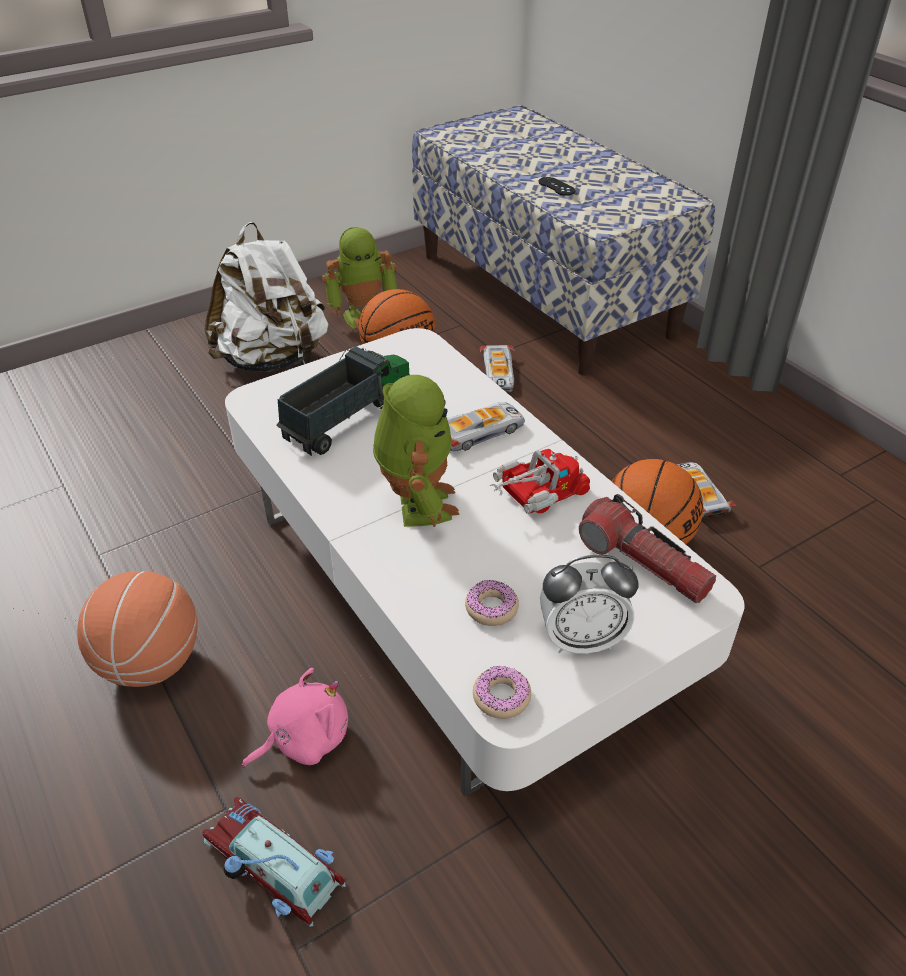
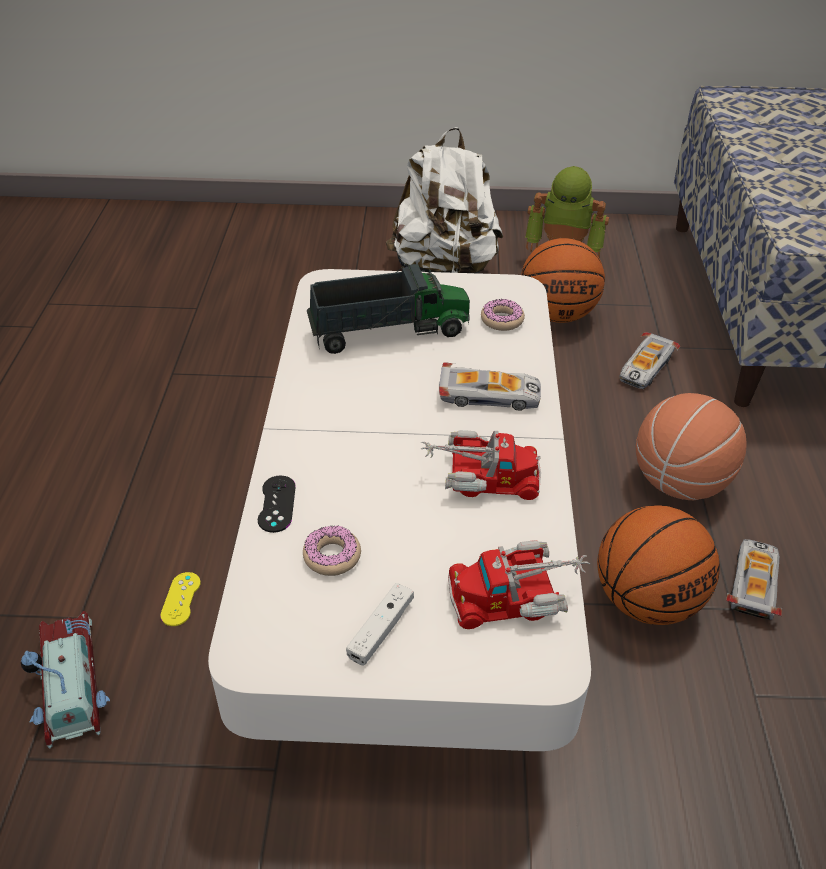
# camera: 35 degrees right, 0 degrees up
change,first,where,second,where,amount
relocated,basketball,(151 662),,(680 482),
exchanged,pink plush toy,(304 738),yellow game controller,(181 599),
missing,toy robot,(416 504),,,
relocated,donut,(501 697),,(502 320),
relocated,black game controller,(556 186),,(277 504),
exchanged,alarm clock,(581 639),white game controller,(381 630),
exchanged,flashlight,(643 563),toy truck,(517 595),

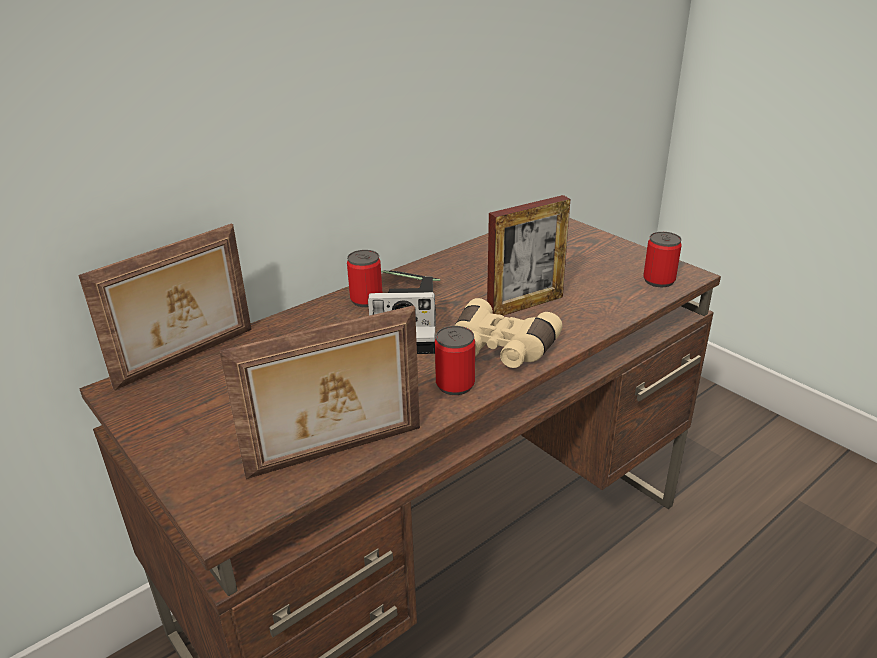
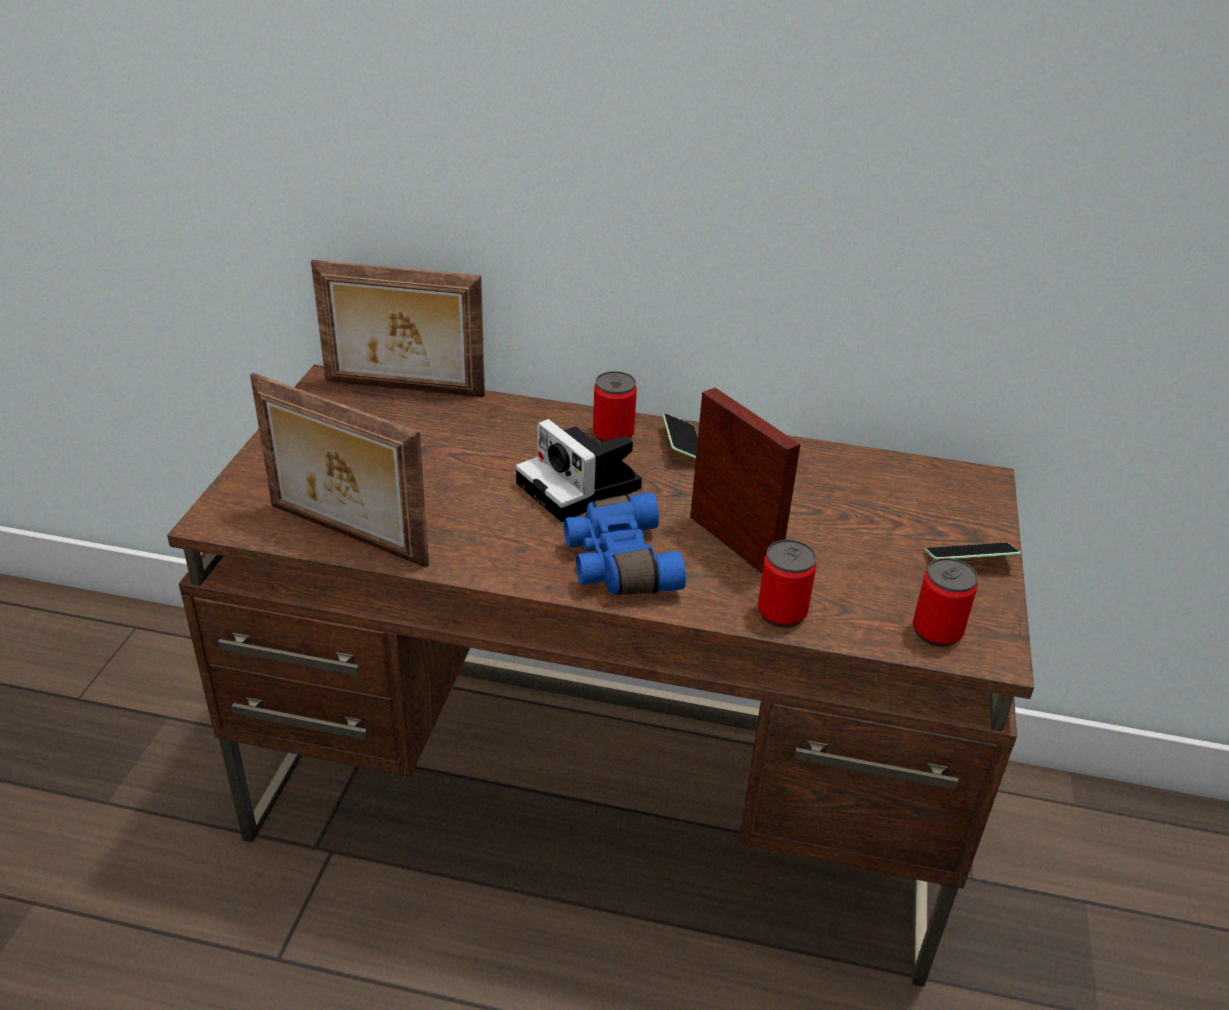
# camera: 50 degrees right, 5 degrees up
change,first,where,second,where,amount
relocated,can,(455 385),,(782 612),
colour,beige binoculars,(500 349),blue binoculars,(618 563),
spun,picture frame,(525 305),,(733 544),150 degrees counterclockwise
appeared,,,phone,(969 561),

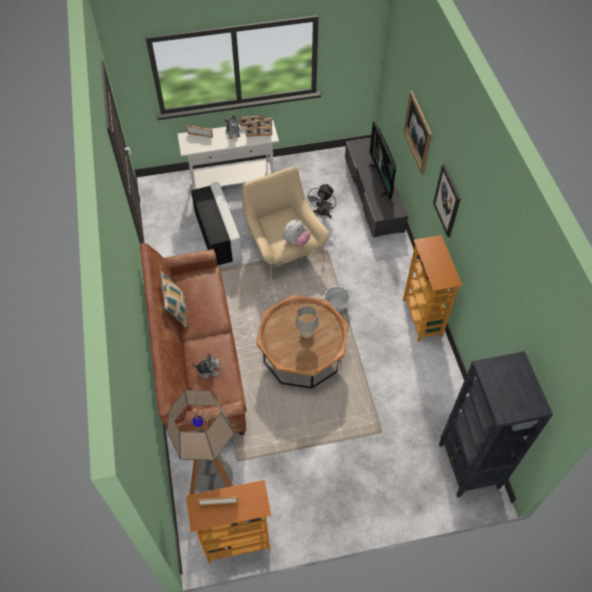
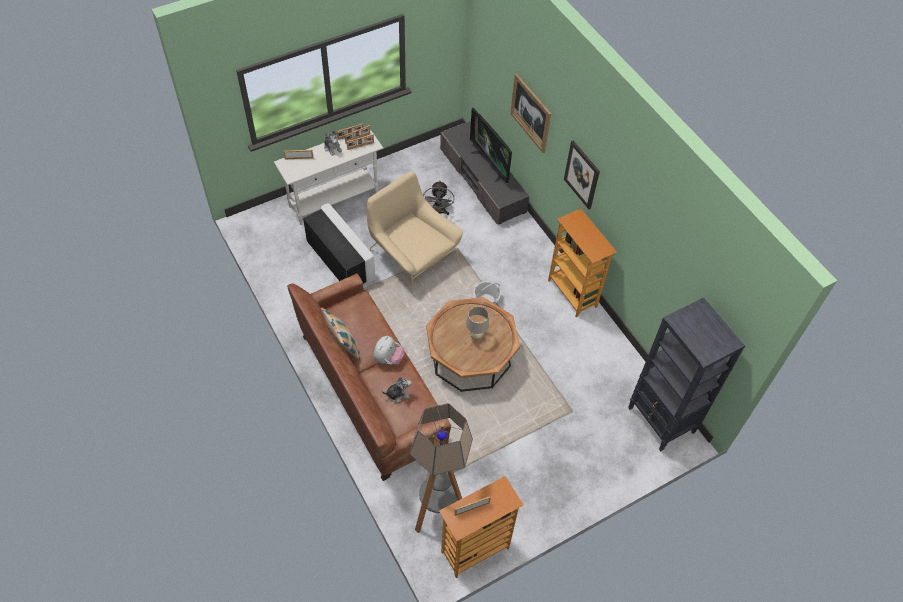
# camera: 20 degrees left, 0 degrees up
change,first,where,second,where,amount
relocated,plush toy,(296 241),,(388 359),

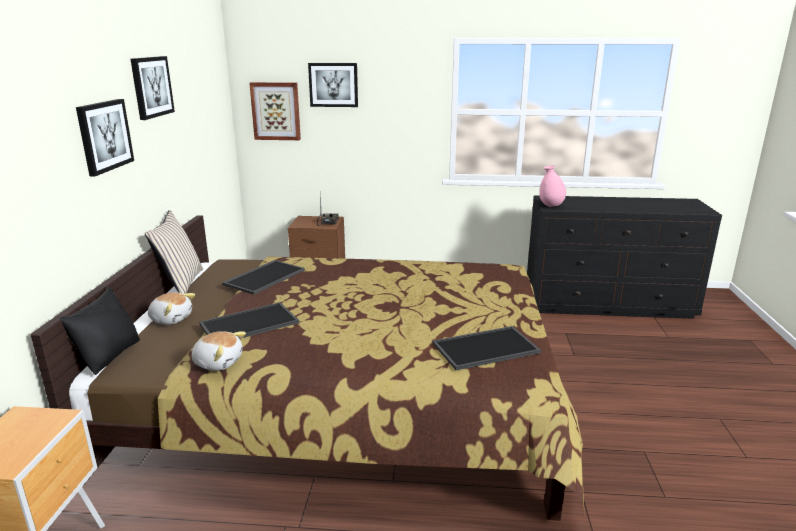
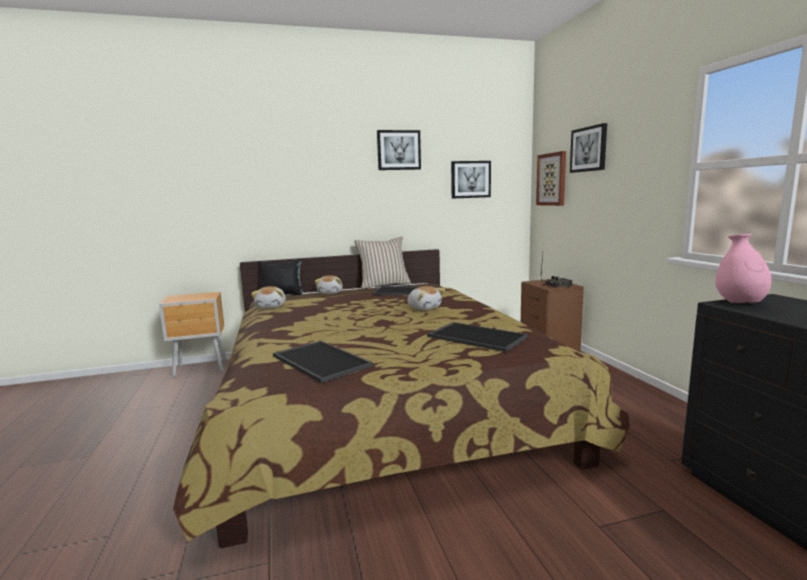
# camera: 70 degrees right, 10 degrees down
change,first,where,second,where,amount
relocated,picture,(104 136),,(470 179),
relocated,tray,(249 324),,(475 337),
appeared,,,plush toy,(424 308),

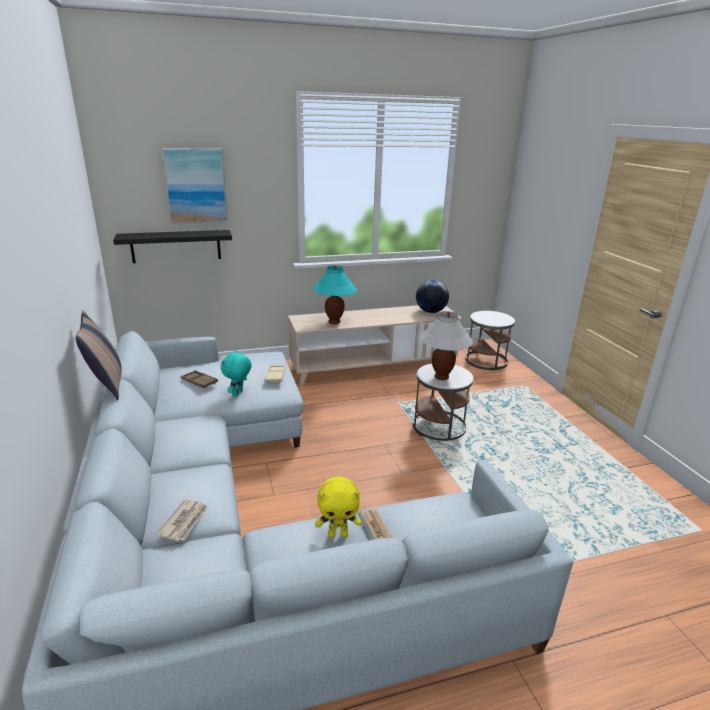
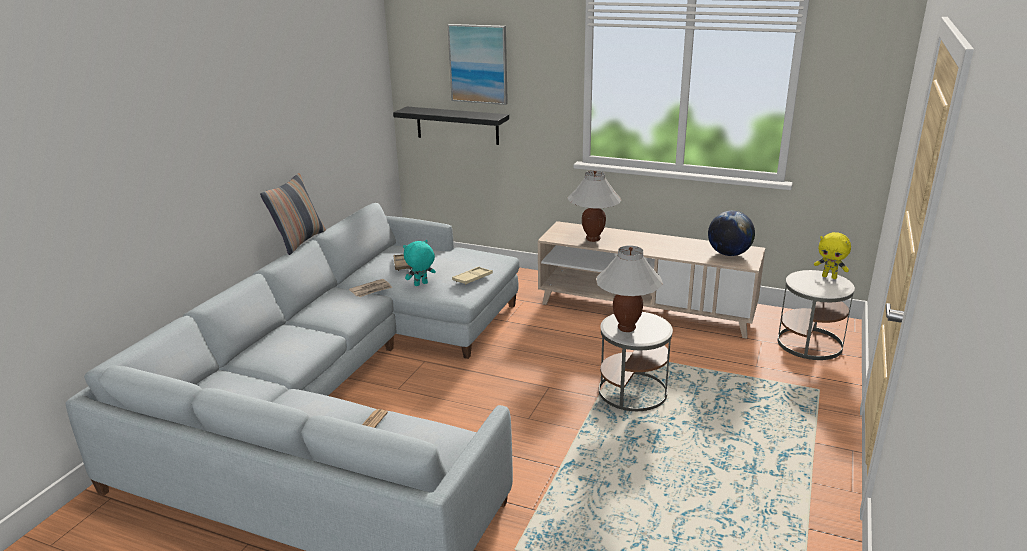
# camera: 40 degrees right, 0 degrees up
change,first,where,second,where,amount
relocated,newspaper,(184 522),,(371 290),
colour,turquoise table lamp,(334 322),white table lamp,(593 239),
relocated,yellow plush toy,(338 534),,(829 277),

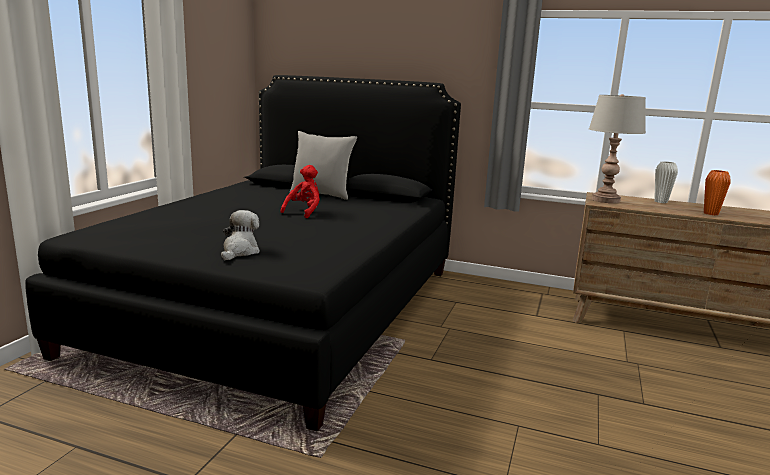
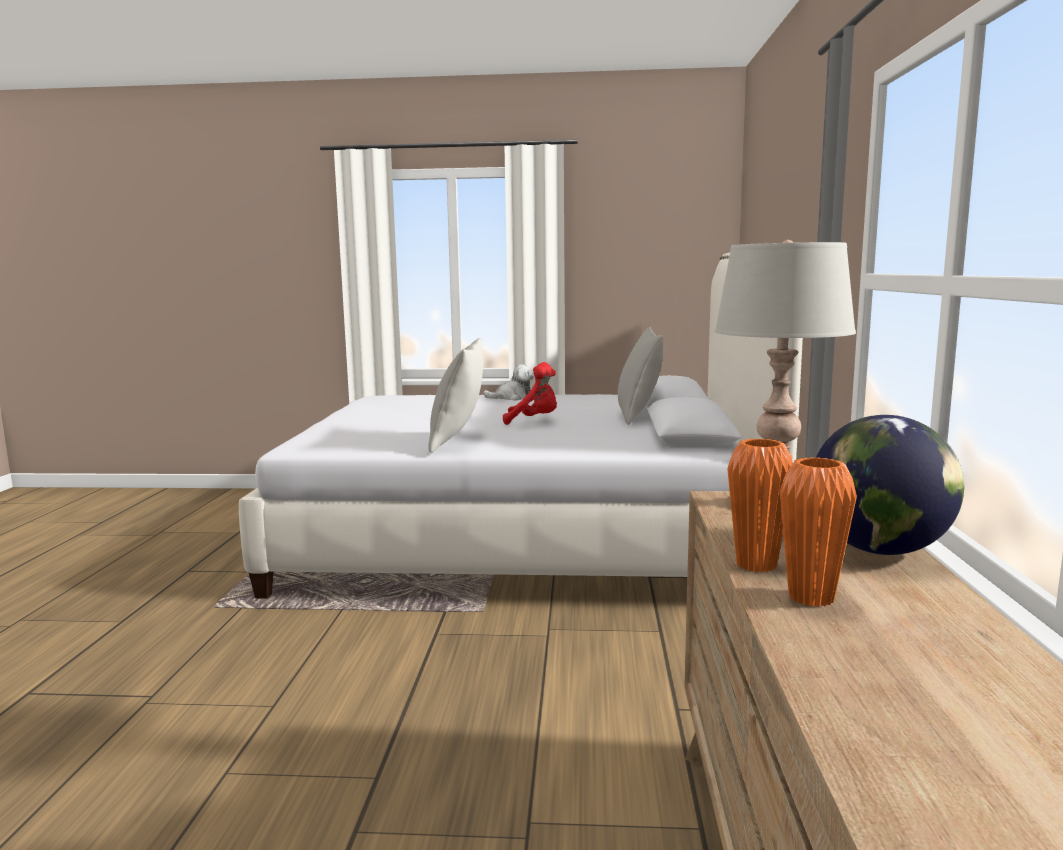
# camera: 75 degrees right, 5 degrees down
change,first,where,second,where,amount
colour,black bed,(284 307),white bed,(528 539),
relocated,plush toy,(240 252),,(512 398),
exchanged,white vase,(660 201),globe,(880 550),
appeared,,,grey pillow,(458 442),
appeared,,,orange vase,(756 565),

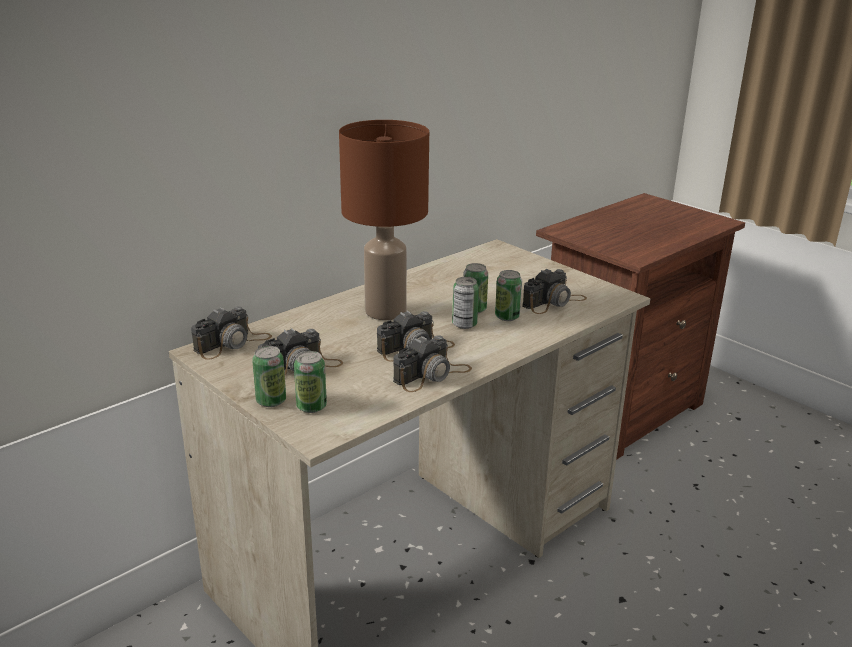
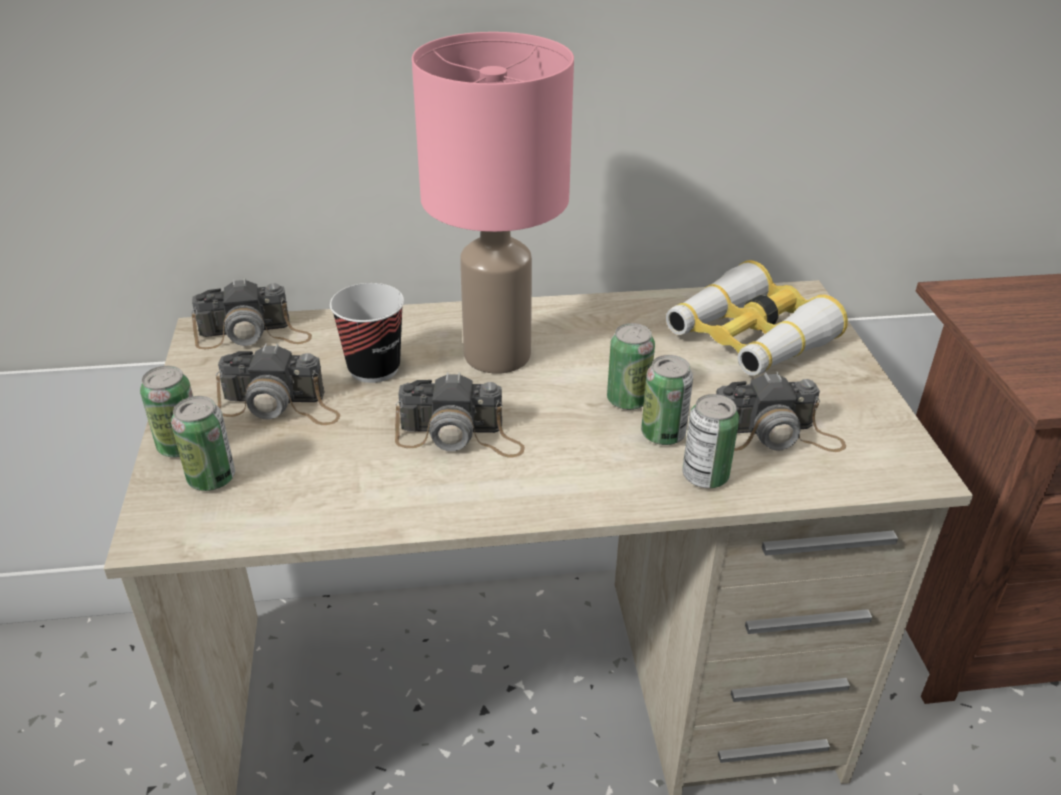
# camera: 35 degrees right, 10 degrees up
change,first,where,second,where,amount
colour,brown table lamp,(384 312),pink table lamp,(495 355),
missing,photo camera,(432 375),,,
relocated,can,(464 324),,(705 476),
appeared,,,cup,(374 368),
appeared,,,binoculars,(749 338),

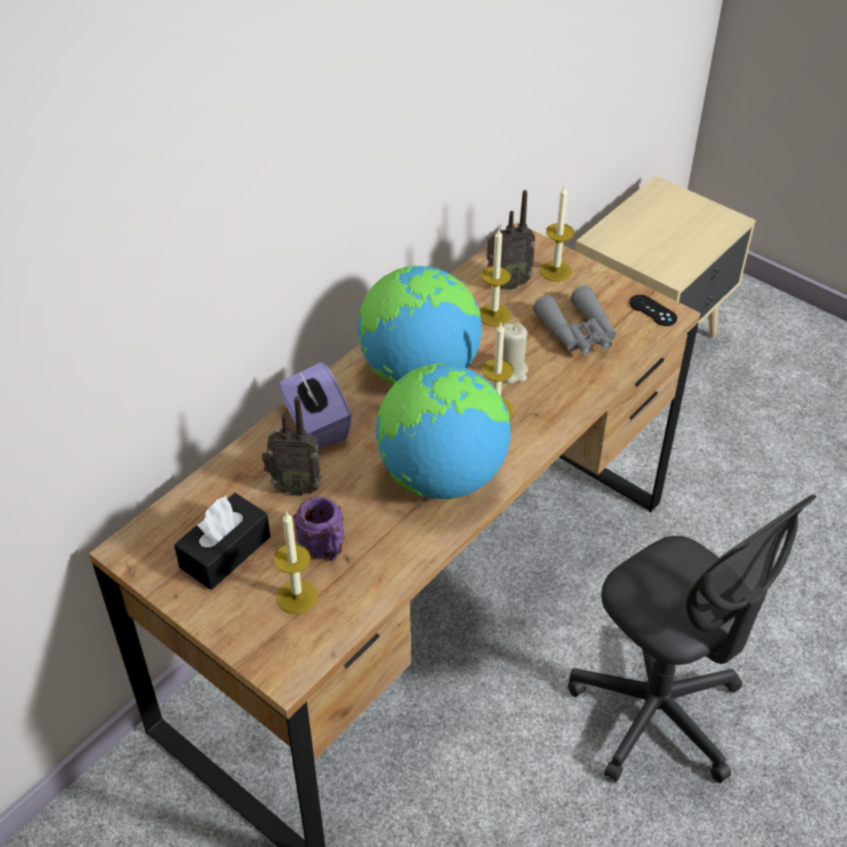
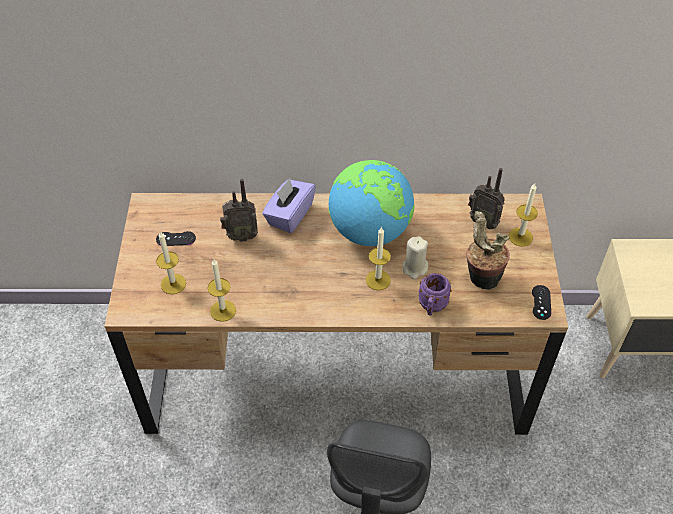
# camera: 50 degrees right, 5 degrees up
change,first,where,second,where,amount
exchanged,black tissue box,(225 552),black game controller,(176 239),
spun,radio,(295 486),,(241 236),60 degrees counterclockwise
relocated,purple mug,(325 549),,(431 307),
missing,globe,(441 476),,,
relocated,candle,(494 315),,(223 310),
exchanged,grey binoculars,(578 332),potted plant,(480 279),

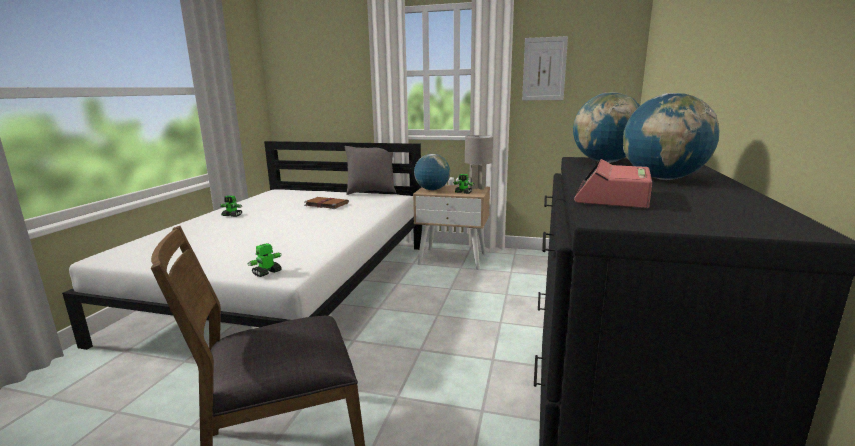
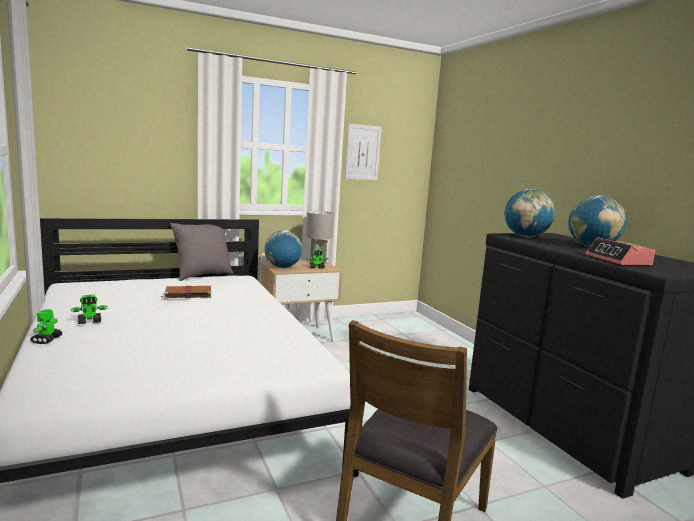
# camera: 40 degrees left, 5 degrees down
change,first,where,second,where,amount
relocated,toy robot,(266 273),,(46 340),

